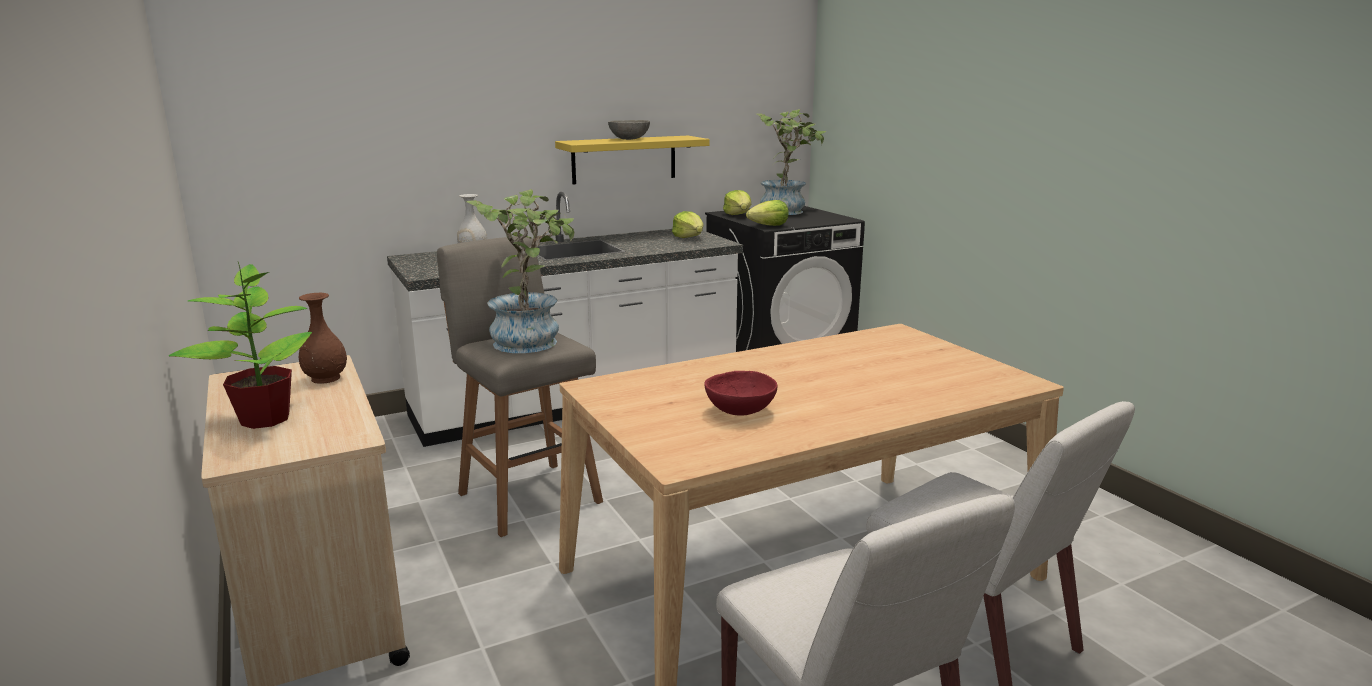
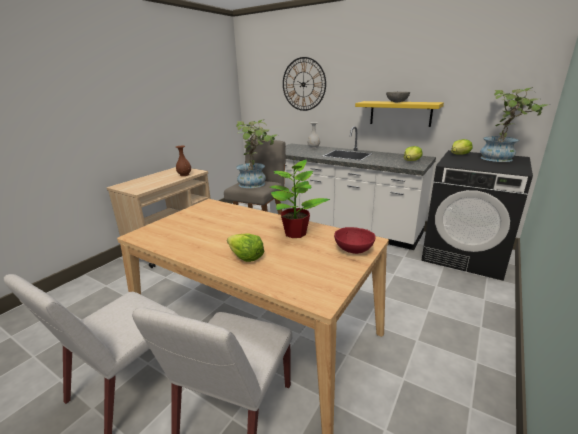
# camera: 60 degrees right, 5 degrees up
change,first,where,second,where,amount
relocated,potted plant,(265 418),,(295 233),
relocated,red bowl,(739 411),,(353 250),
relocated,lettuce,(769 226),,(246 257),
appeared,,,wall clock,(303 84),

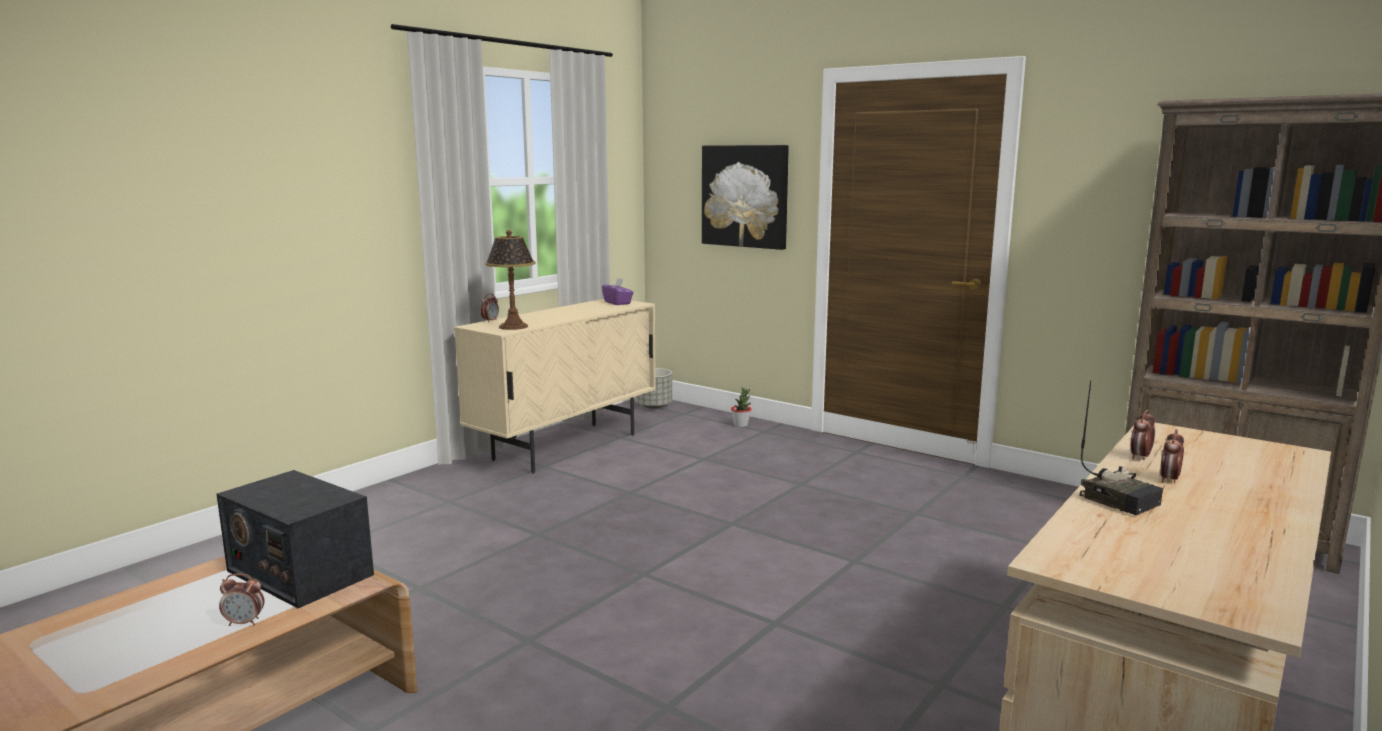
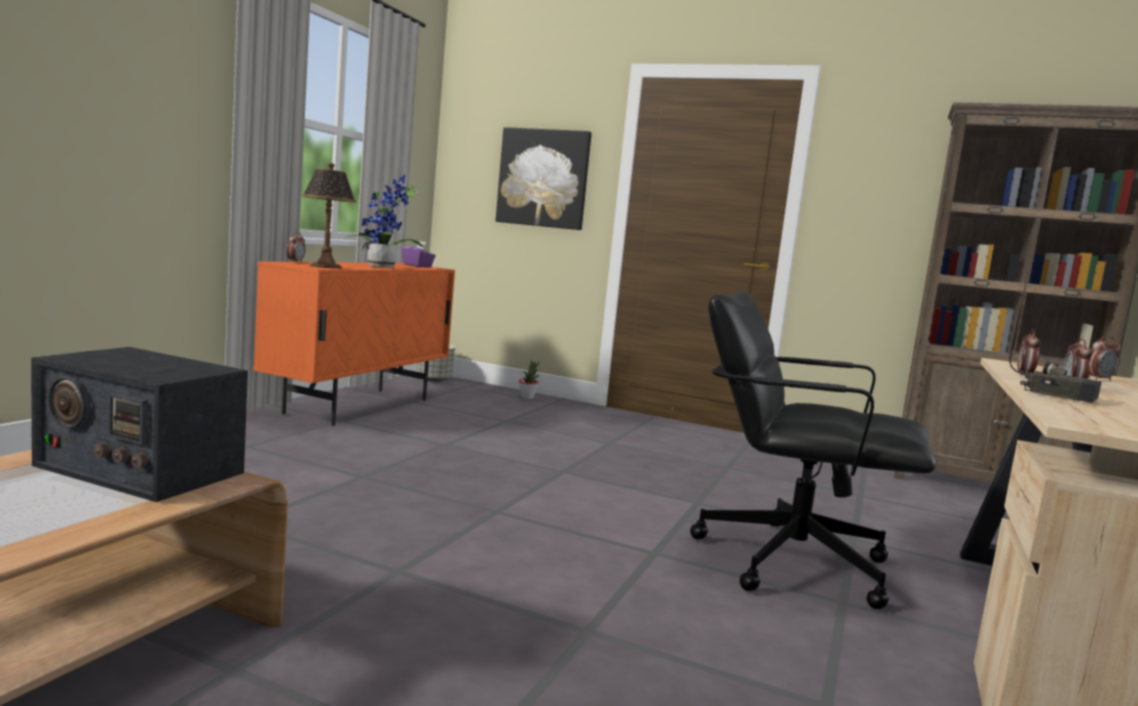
# camera: 15 degrees left, 5 degrees down
change,first,where,second,where,amount
relocated,alarm clock,(245 623),,(1099 379),
colour,beige cabinet,(566 447),orange cabinet,(359 406),
appeared,,,potted plant,(383 267),
appeared,,,black office chair,(790 560),

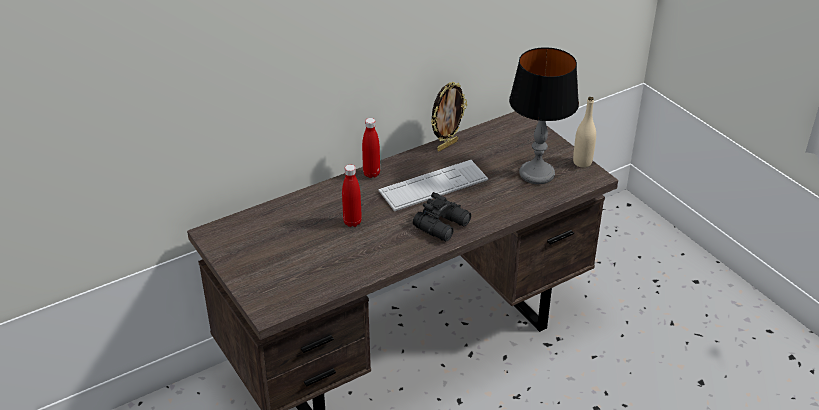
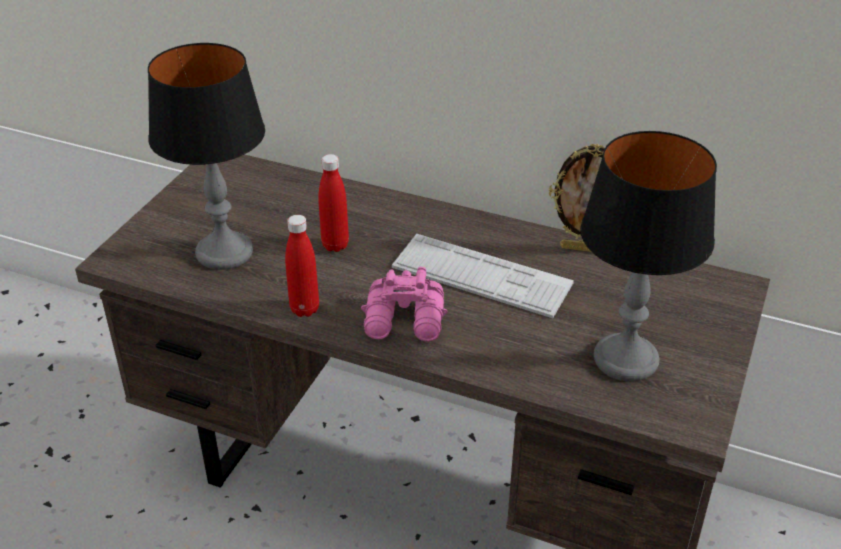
# camera: 55 degrees right, 0 degrees up
change,first,where,second,where,amount
relocated,red bottle,(371 174),,(304 309),
colour,black binoculars,(443 225),pink binoculars,(406 321),
missing,beige bottle,(582 162),,,
appeared,,,table lamp,(224 253),

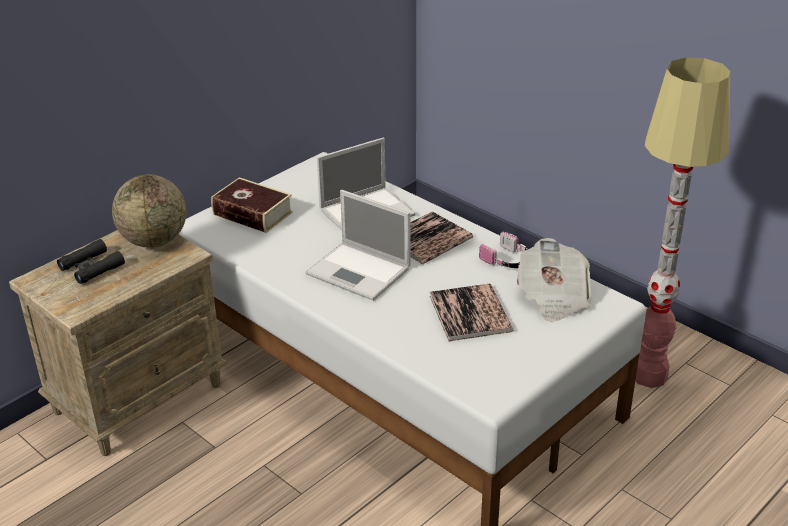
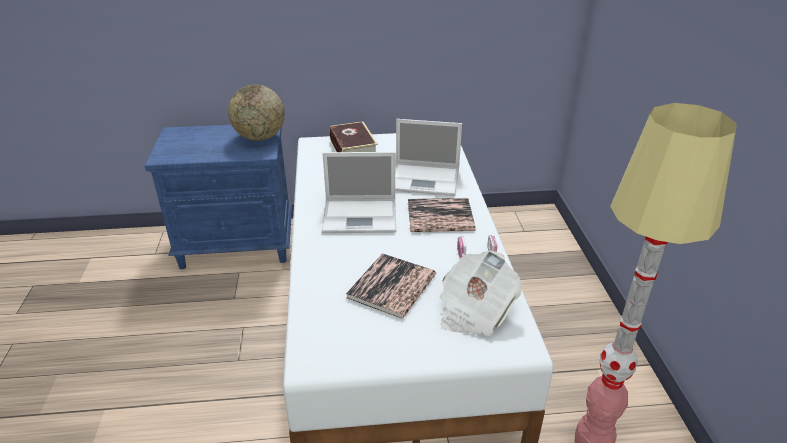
# camera: 40 degrees right, 0 degrees up
change,first,where,second,where,amount
colour,beige nightstand,(139 397),blue nightstand,(238 245),
missing,black binoculars,(91 267),,,
spun,laptop,(360 272),,(361 216),75 degrees counterclockwise

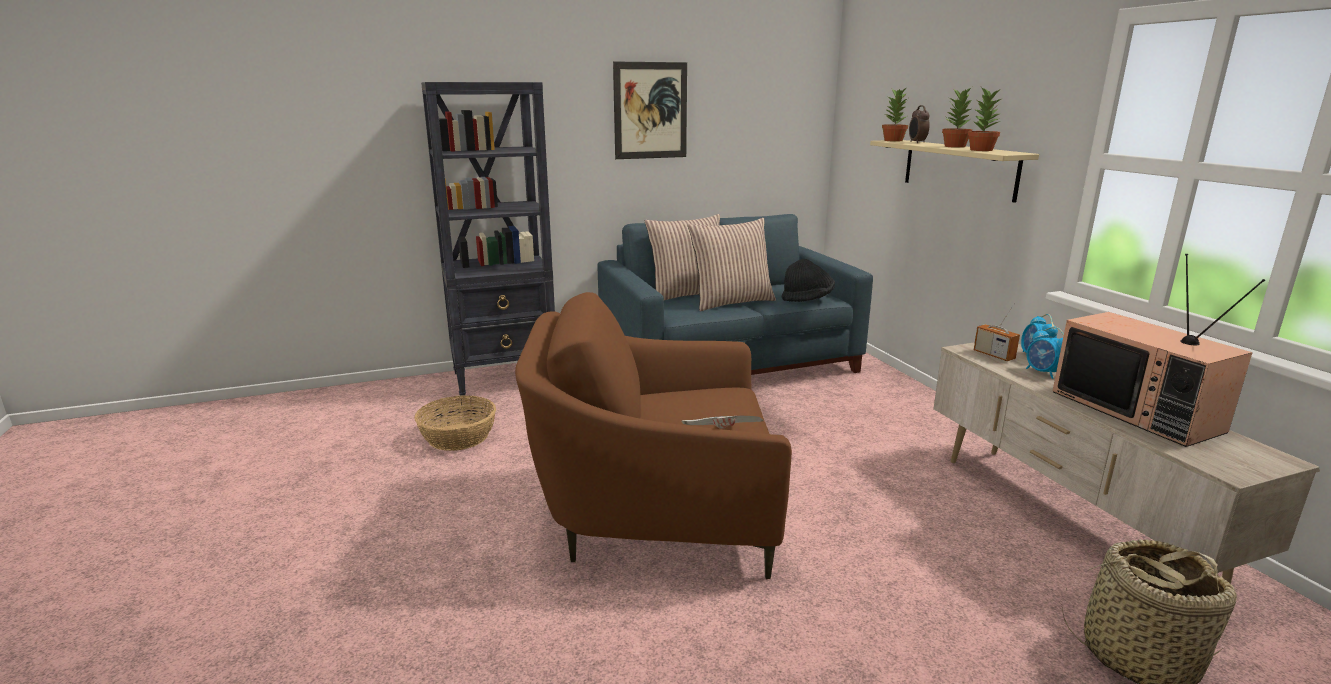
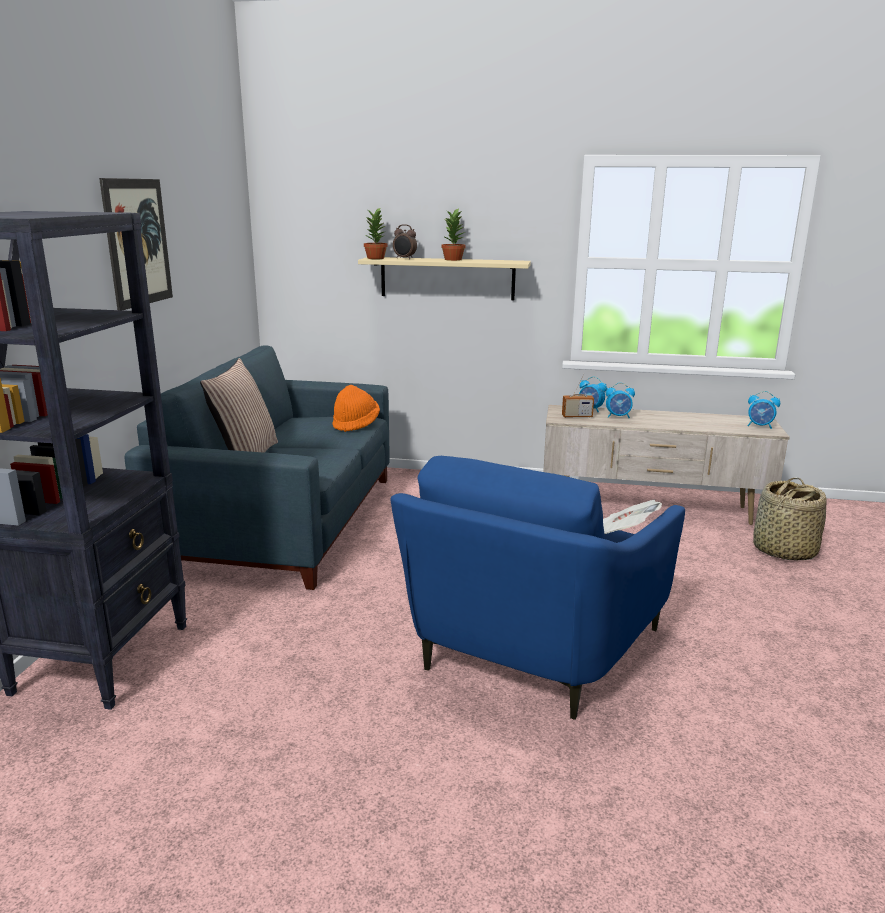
# camera: 60 degrees left, 0 degrees up
change,first,where,second,where,amount
missing,basket,(458 437),,,
colour,brown armchair,(655 513),blue armchair,(528 649),
missing,pillow,(731 302),,,
colour,black hat,(807 299),orange hat,(356 424),
missing,potted plant,(980 150),,,
missing,television,(1138 411),,,
appeared,,,alarm clock,(760 426),

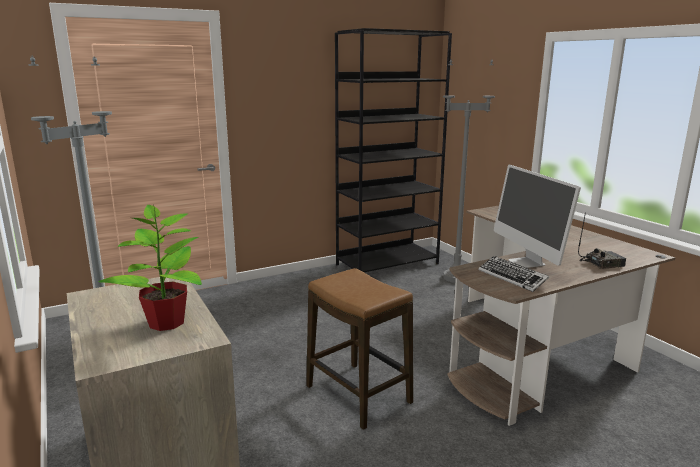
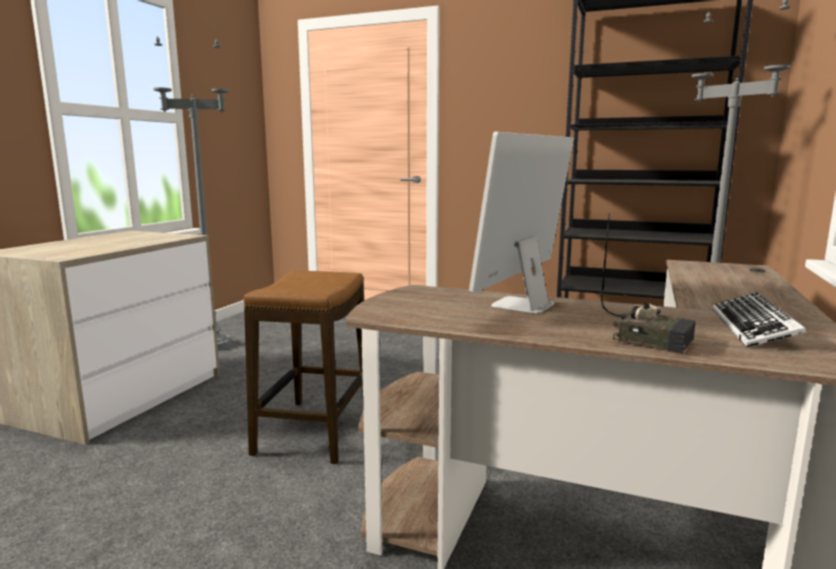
# camera: 50 degrees right, 5 degrees down
change,first,where,second,where,amount
missing,potted plant,(166 323),,,
relocated,keyboard,(512 277),,(753 328),

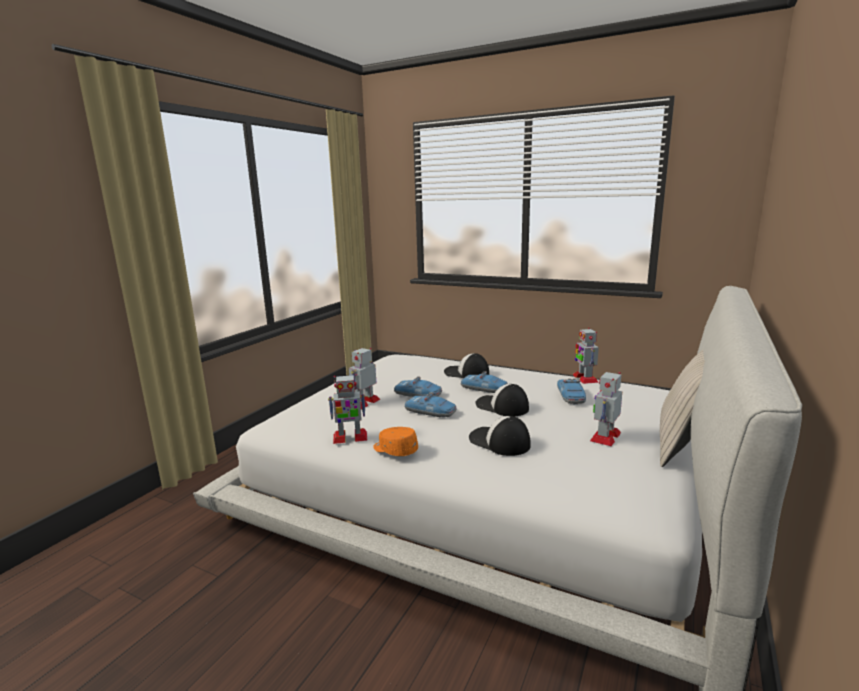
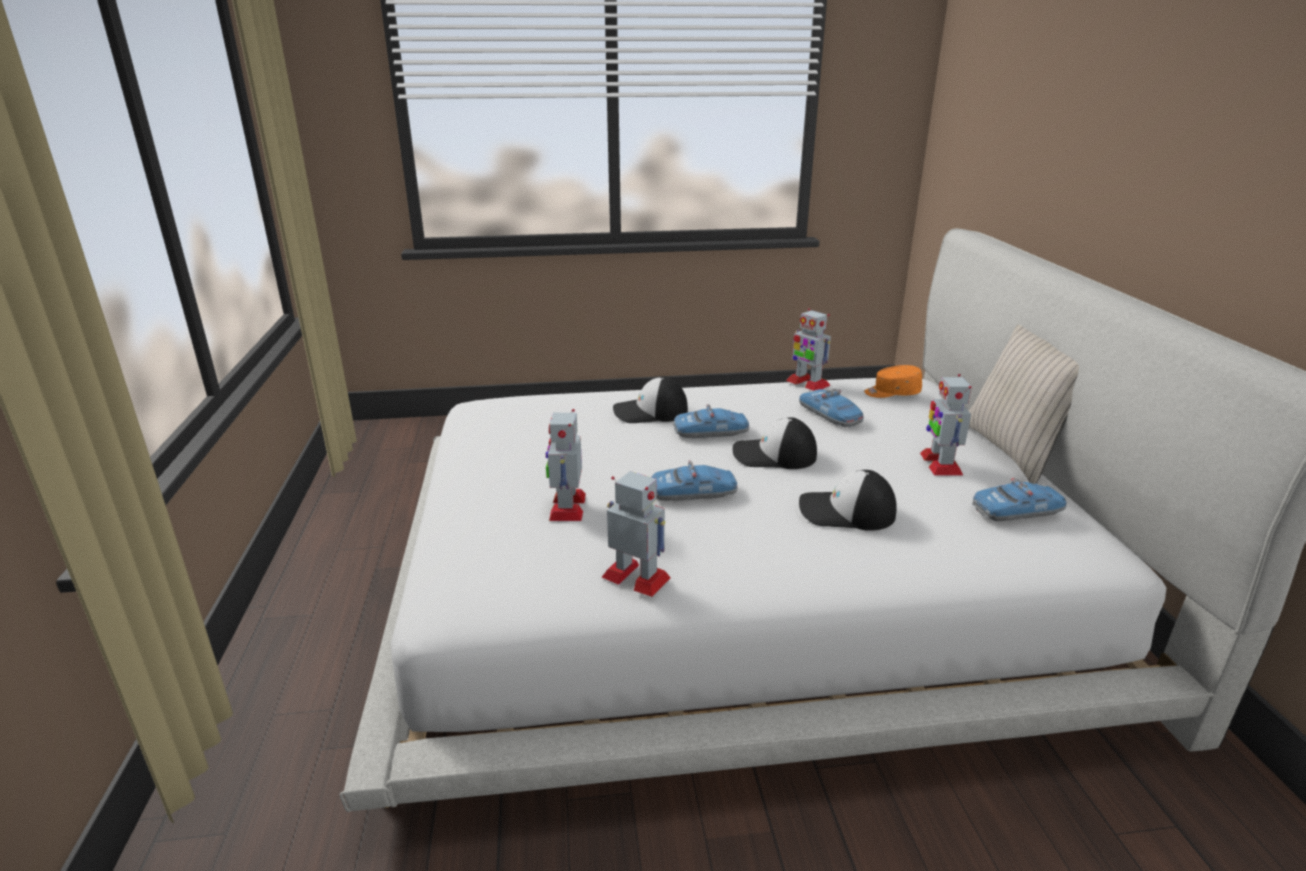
# camera: 35 degrees left, 10 degrees up
change,first,where,second,where,amount
spun,toy robot,(349 437),,(637 577),105 degrees counterclockwise
relocated,orange cap,(394 450),,(892 393),
relocated,toy car,(418 394),,(1017 511),

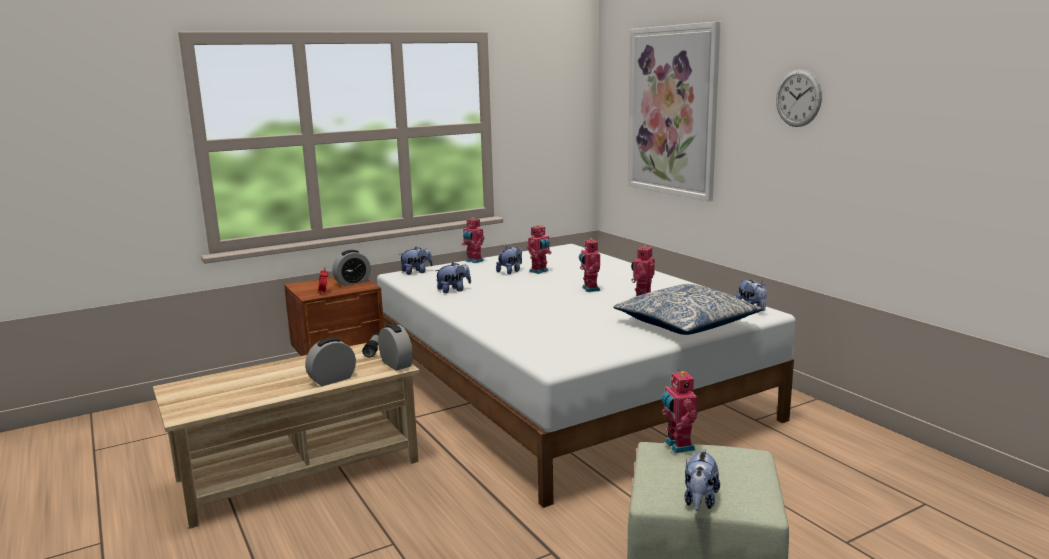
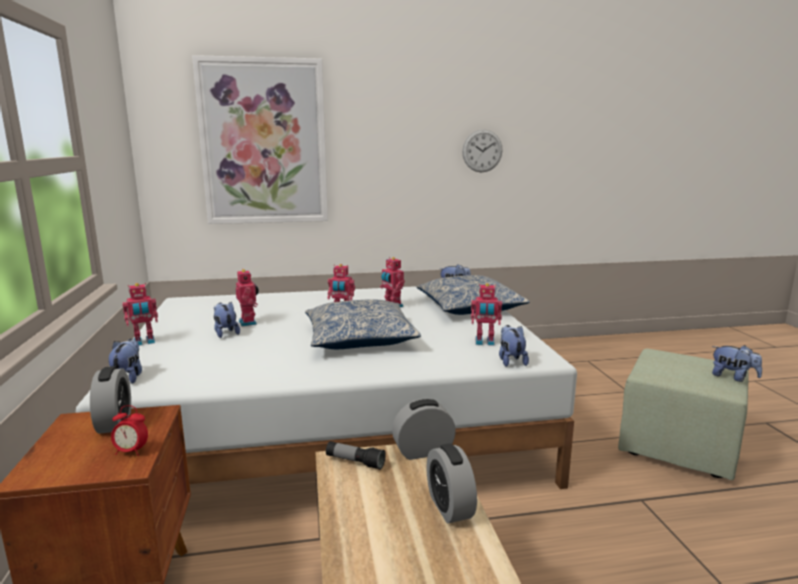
# camera: 70 degrees left, 0 degrees up
change,first,where,second,where,amount
relocated,plush toy,(453 290),,(511 361),
relocated,toy robot,(678 446),,(484 342),
relocated,wall clock,(798 98),,(482 151),
appeared,,,pillow,(359 338),

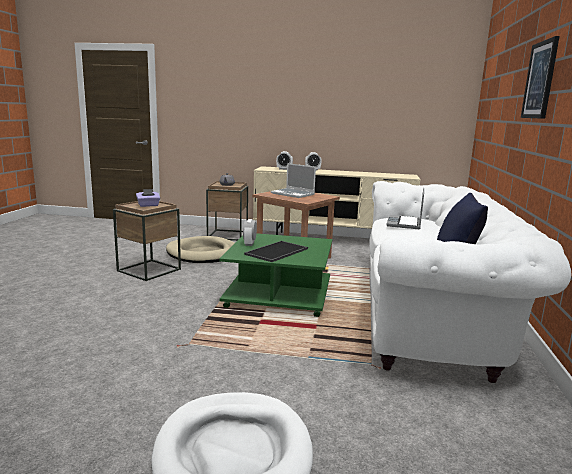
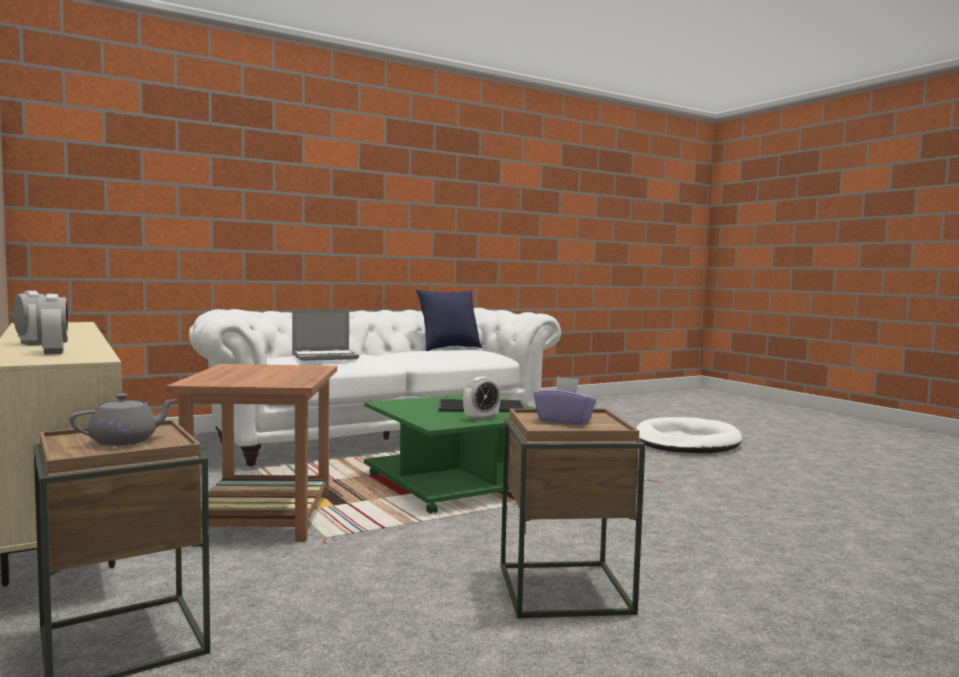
# camera: 130 degrees left, 10 degrees down
change,first,where,second,where,amount
missing,beige dog bed,(204 254),,,
missing,laptop,(293 194),,,
missing,picture,(540 80),,,

